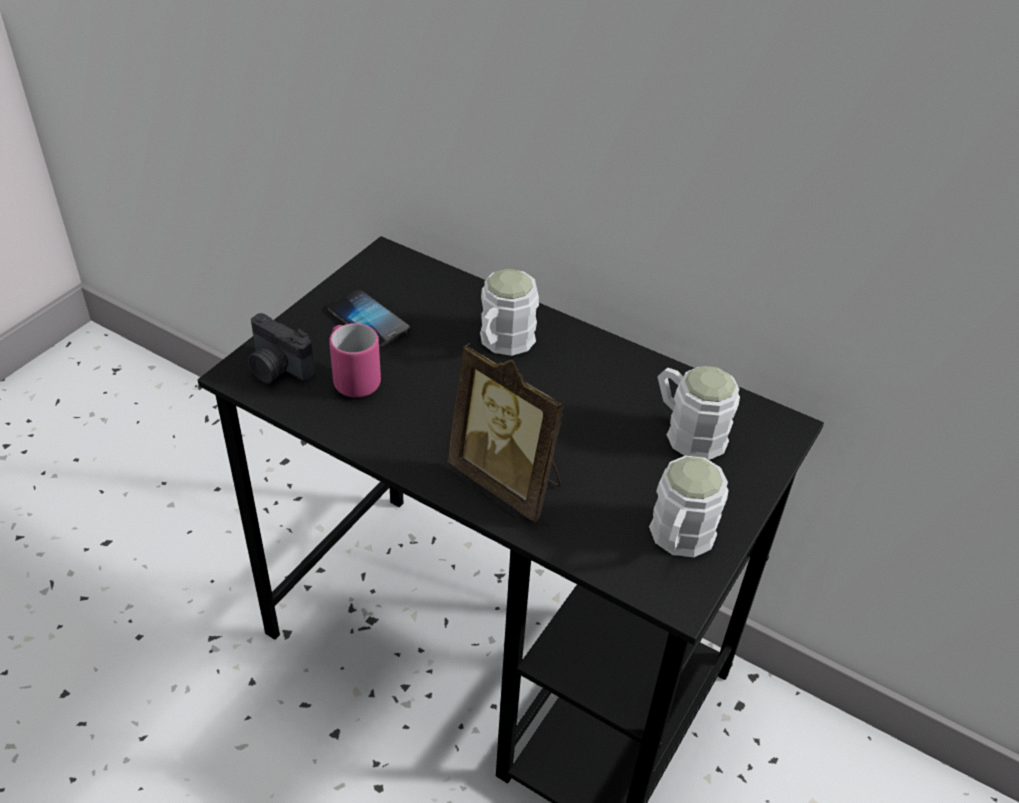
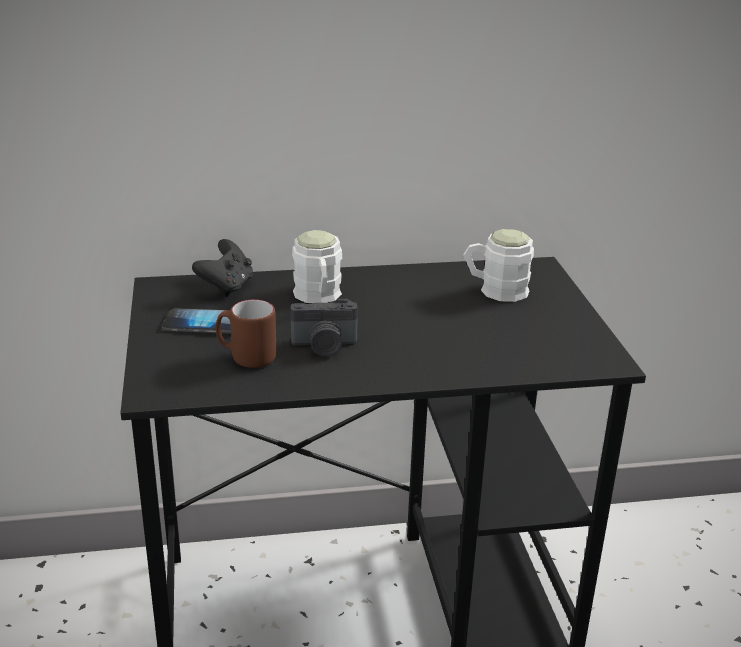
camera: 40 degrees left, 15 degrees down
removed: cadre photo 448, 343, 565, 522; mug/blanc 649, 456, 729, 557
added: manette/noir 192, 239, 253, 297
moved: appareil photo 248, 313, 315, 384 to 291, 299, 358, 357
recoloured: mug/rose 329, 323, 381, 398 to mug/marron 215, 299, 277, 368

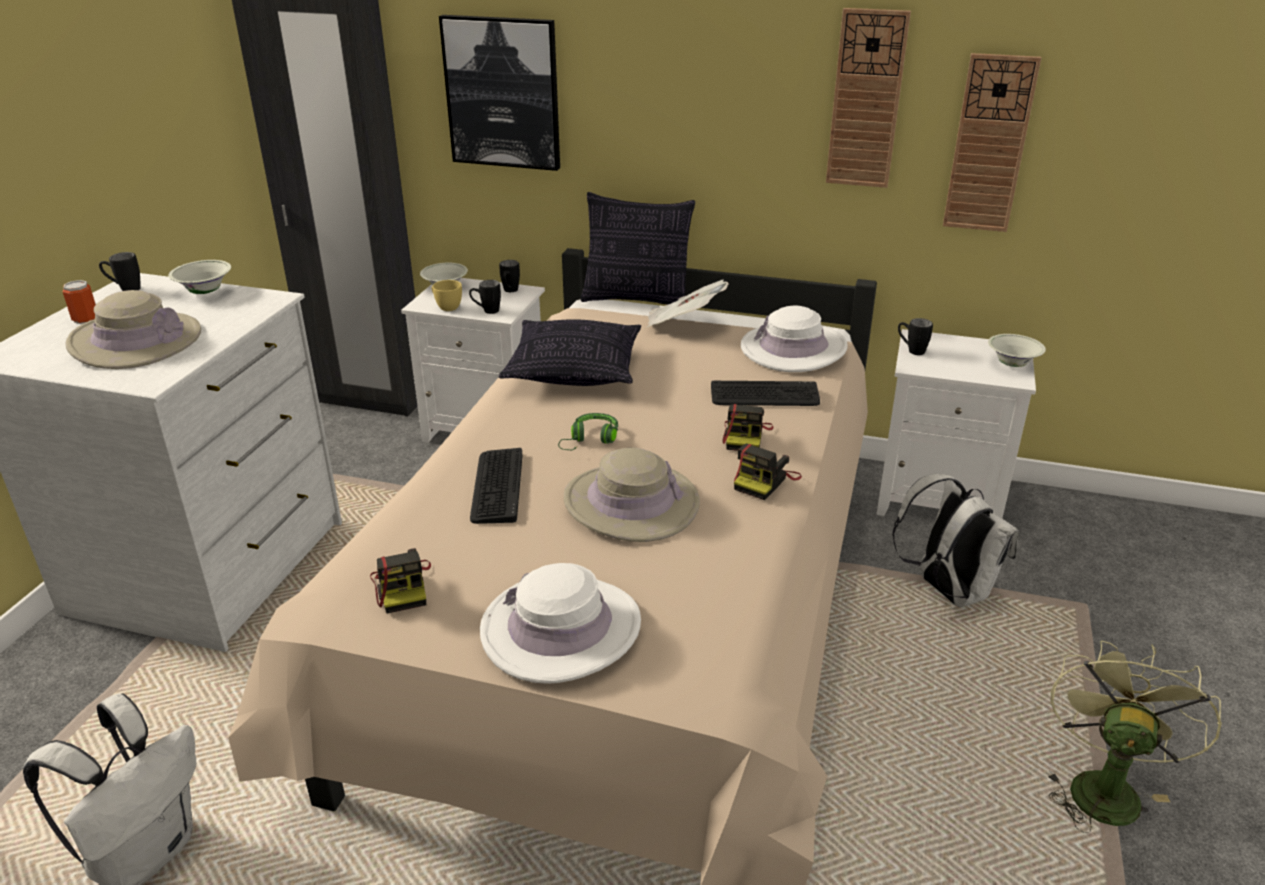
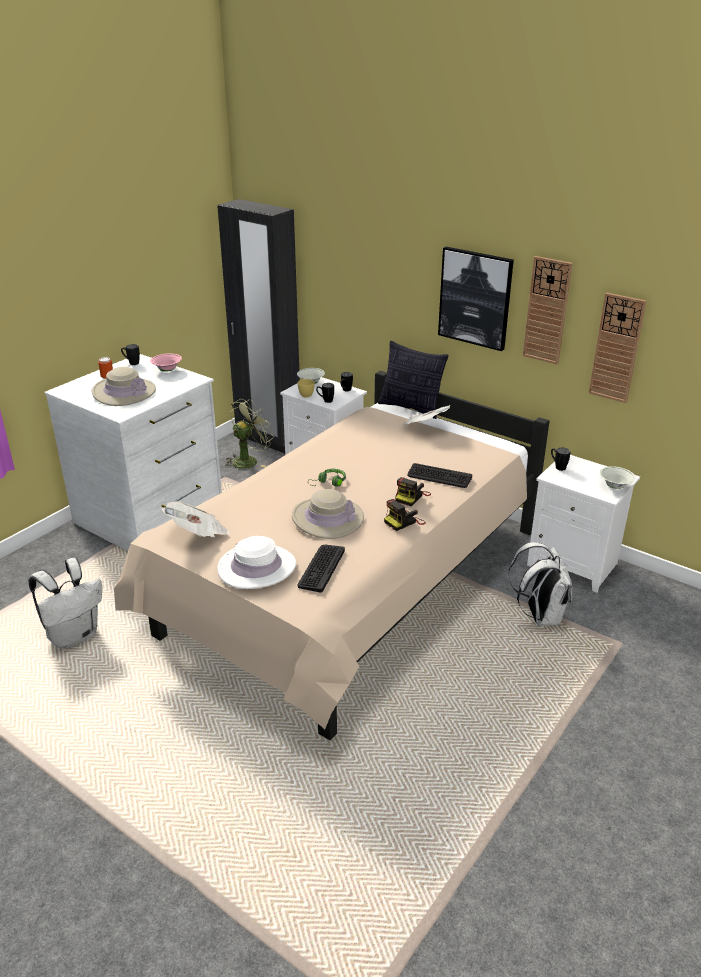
camera: 20 degrees right, 0 degrees up
removed: coussin 499, 319, 641, 386; chapeau/blanc 741, 306, 848, 372
moved: tableau 439, 15, 560, 171 to 438, 247, 514, 351; clavier 470, 448, 523, 524 to 297, 545, 345, 593; ventilateur/vert 1046, 641, 1222, 833 to 226, 399, 274, 469
replaced: appareil photo 370, 548, 431, 614 to journal 161, 501, 231, 537
recoloured: bol/blanc 168, 260, 231, 294 to bol/rose 150, 353, 182, 372

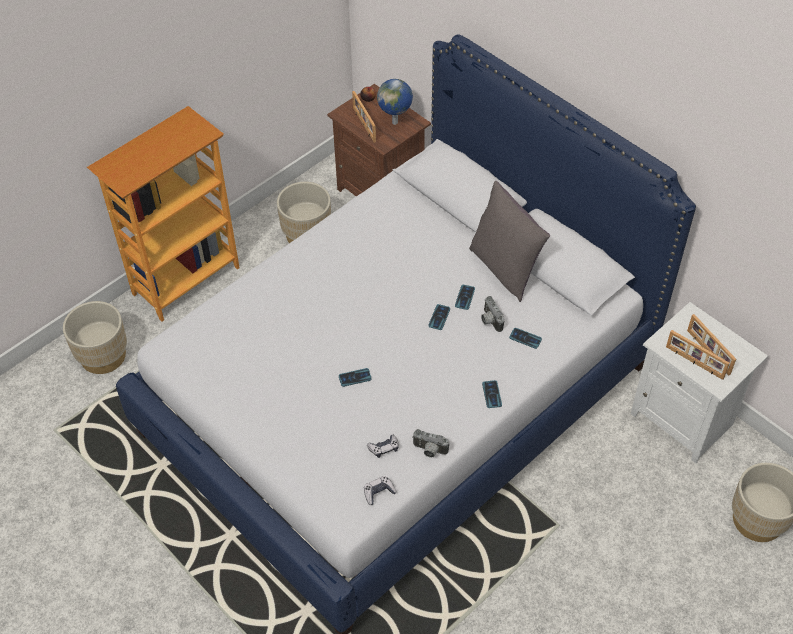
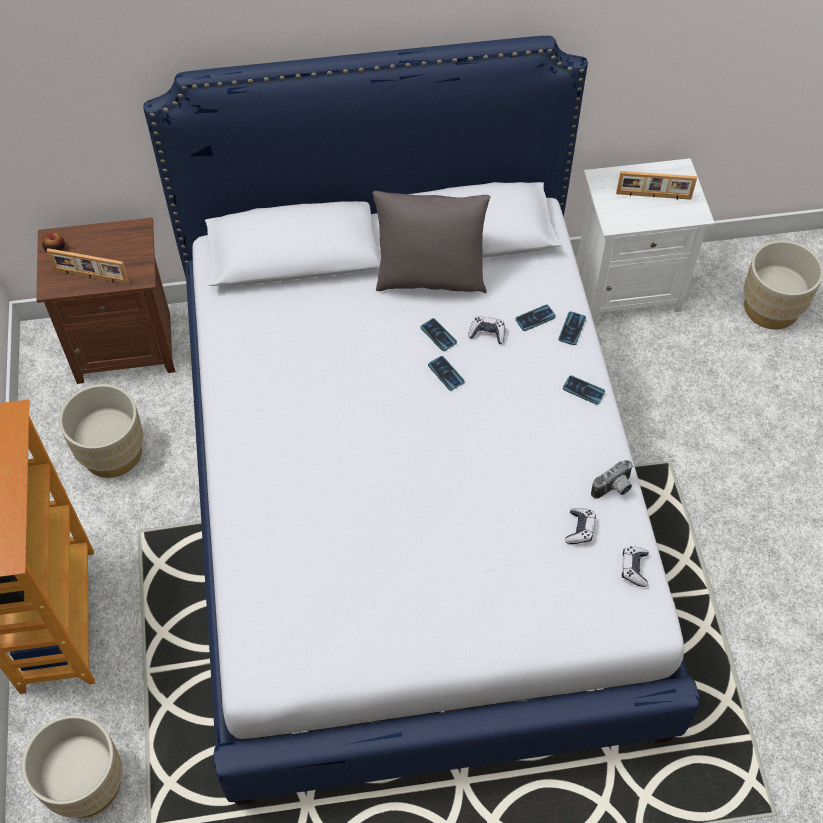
camera: 55 degrees left, 5 degrees up
removed: globe 377, 79, 413, 125; cadre photo 666, 330, 730, 380
moved: téléphone 339, 368, 372, 387 to 558, 311, 586, 345
replaced: appareil photo 481, 296, 505, 332 to manette 468, 316, 505, 344

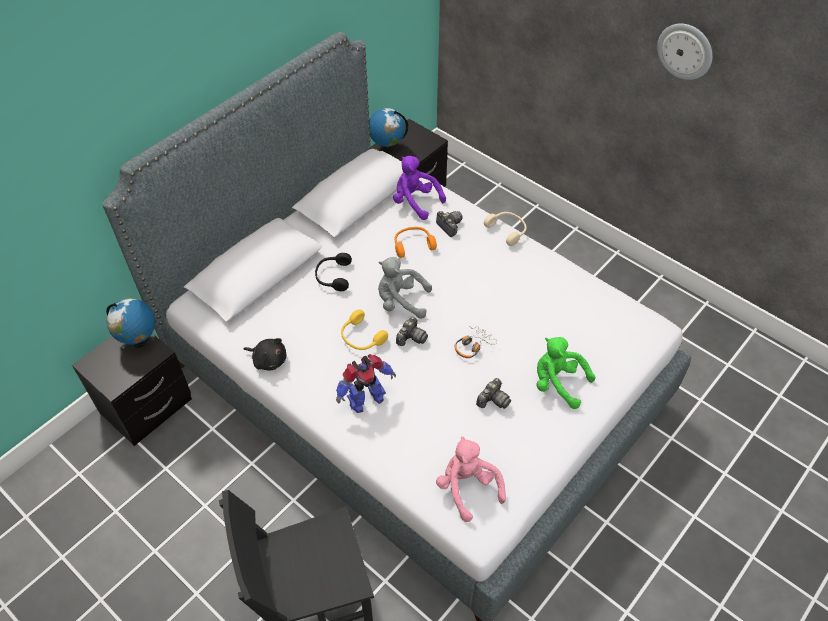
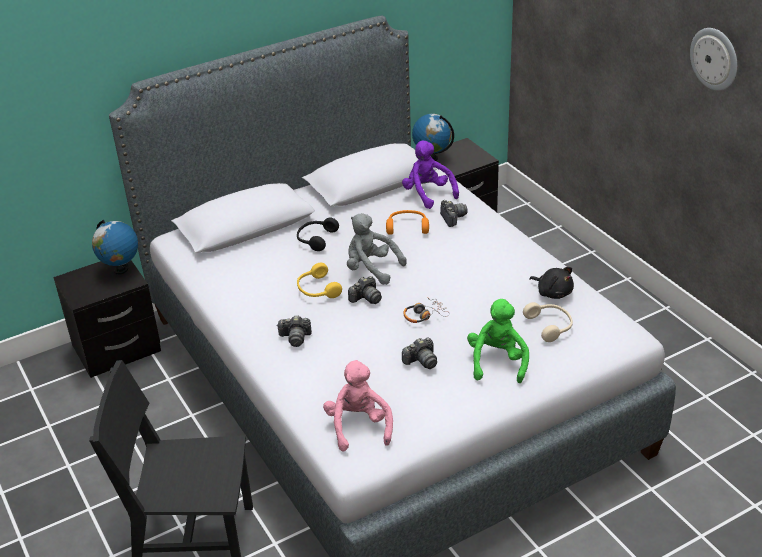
camera: 20 degrees right, 15 degrees down
moved: peluche/noir 244, 338, 286, 371 to 529, 267, 574, 299; casque audio/beige 484, 212, 527, 246 to 523, 302, 573, 342
replaced: robot jouet 336, 354, 396, 413 to appareil photo 276, 316, 312, 347
turned: peluche/vert 536, 337, 596, 409 = 467, 299, 529, 383 45 degrees clockwise

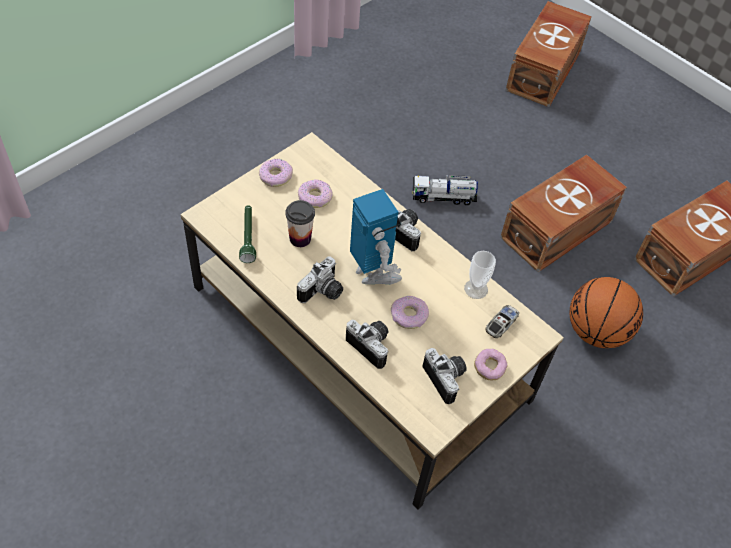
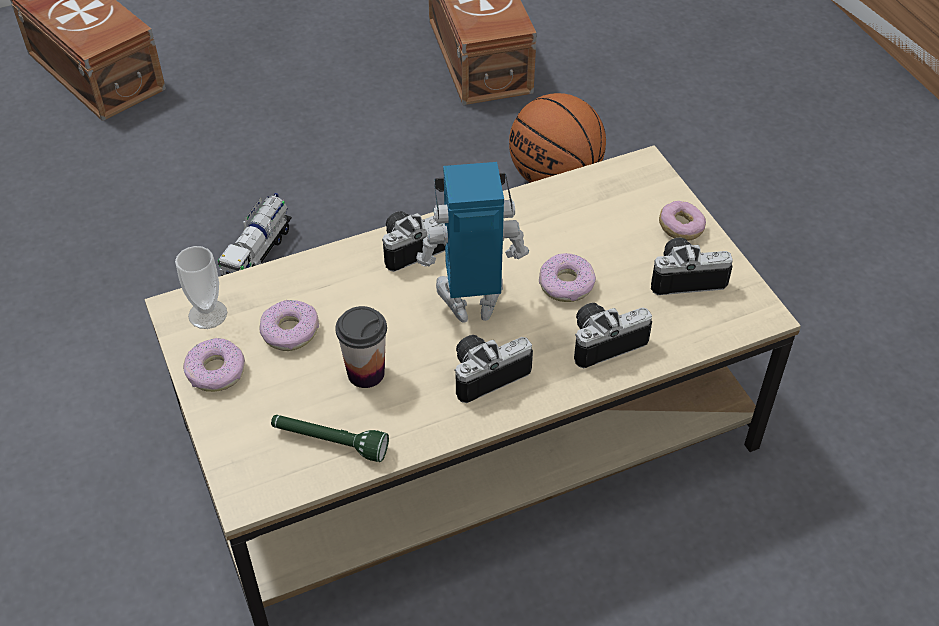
camera: 65 degrees left, 5 degrees down
removed: petite voiture 486, 305, 519, 338; boîte de rangement/marron 500, 155, 627, 272
moved: tasse 464, 251, 496, 299 to 175, 246, 228, 329
turned: appareil photo 297, 257, 343, 303 = 454, 335, 533, 403 90 degrees counterclockwise

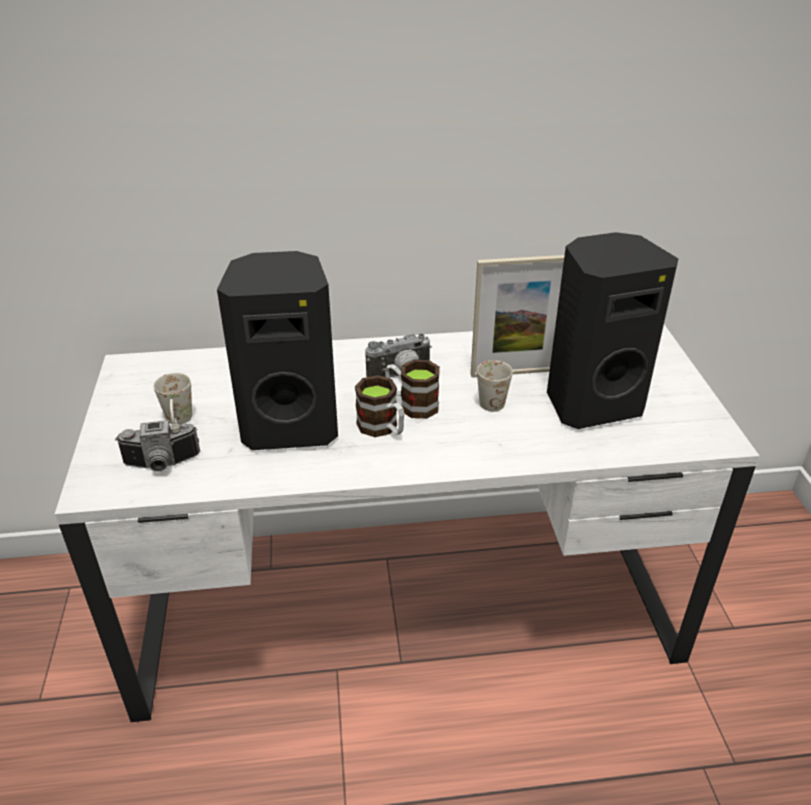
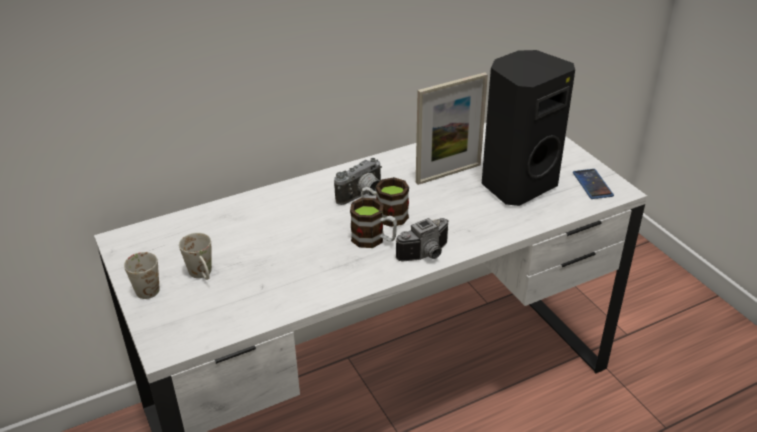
camera: 20 degrees left, 0 degrees up
removed: enceinte/noir 217, 251, 338, 450
added: téléphone 573, 169, 614, 199
moved: appareil photo 116, 420, 200, 472 to 396, 218, 449, 262; mug/blanc 477, 360, 513, 411 to 124, 252, 160, 299

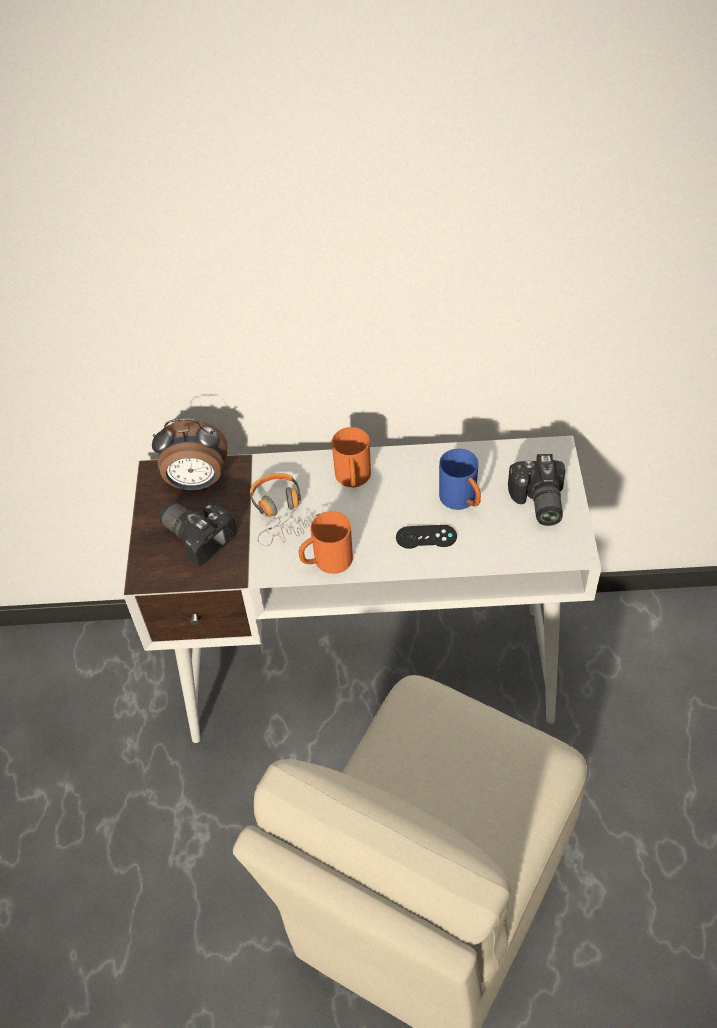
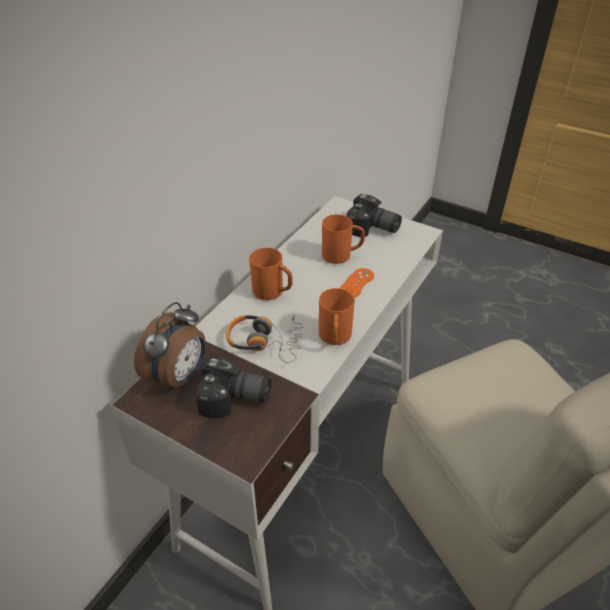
camera: 60 degrees left, 10 degrees down
recoloured: manette/noir 396, 525, 457, 549 to manette/orange 340, 268, 374, 297; mug/bleu 439, 449, 481, 510 to mug/orange 322, 214, 365, 264
turned: appareil photo 159, 502, 237, 566 = 196, 356, 272, 418 150 degrees counterclockwise

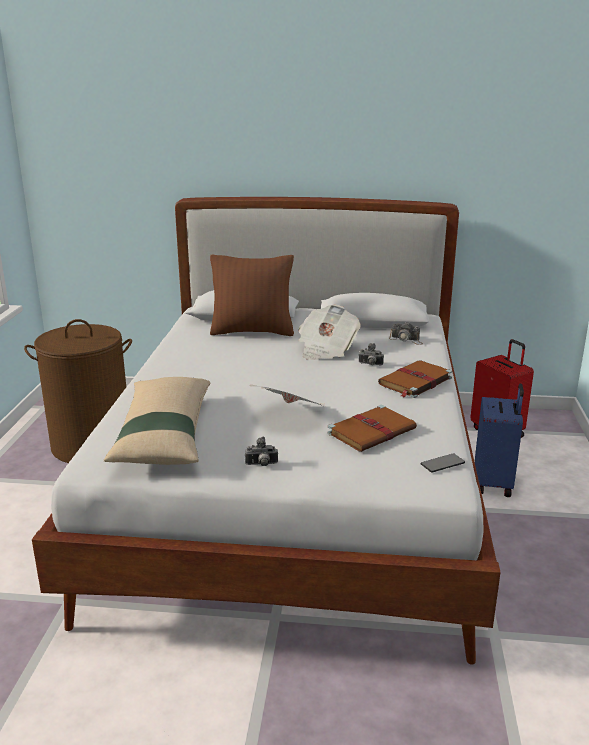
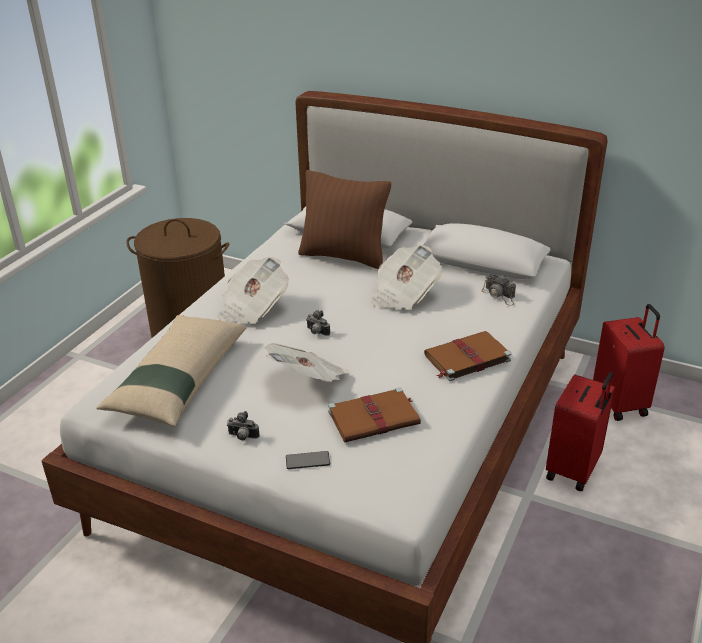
camera: 20 degrees right, 10 degrees up
added: journal 218, 257, 289, 325
moved: appareil photo 358, 343, 384, 366 to 306, 310, 330, 336; téléphone 421, 453, 465, 473 to 286, 451, 330, 469
recoloured: valise/bleu 475, 383, 524, 497 to valise/rouge 546, 372, 615, 491

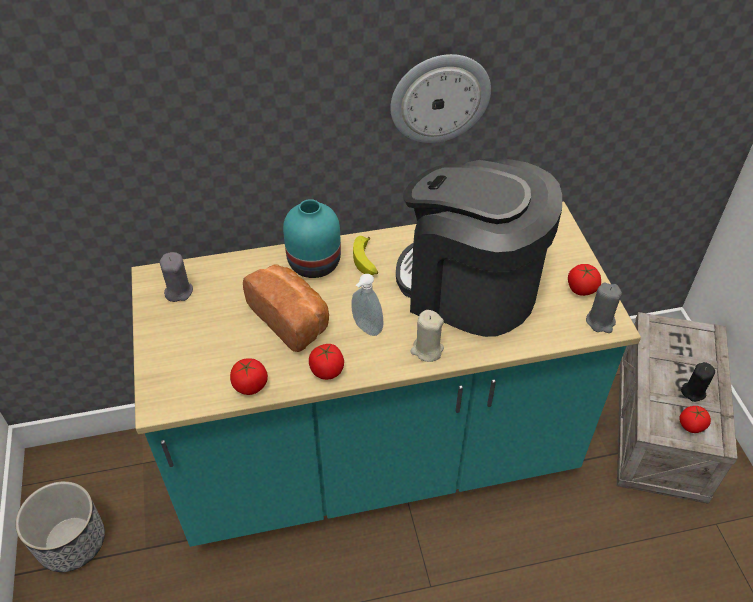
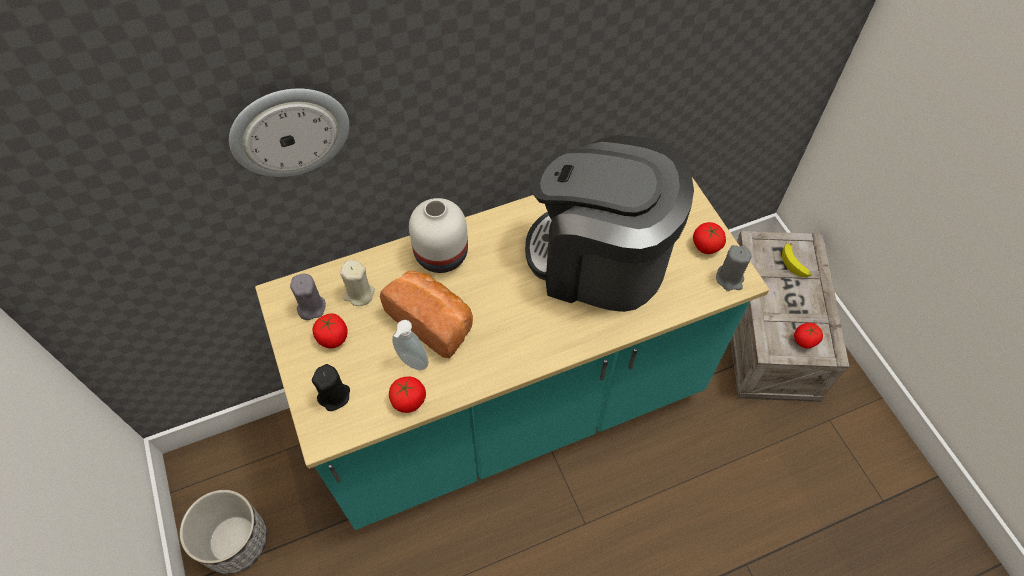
camera: 10 degrees left, 10 degrees up
moved: tomate 309, 344, 344, 380 to 313, 313, 348, 348; distributeur de savon 351, 274, 383, 336 to 392, 320, 429, 371; banane 353, 236, 378, 275 to 782, 243, 812, 277; horloge murale 390, 54, 491, 143 to 229, 88, 349, 177; bougie/beige 410, 310, 444, 362 to 340, 260, 375, 306; bougie/noir 681, 362, 715, 402 to 312, 364, 350, 411
recoloured: vase/turquoise 283, 199, 341, 278 to vase/blanc 409, 198, 468, 273

